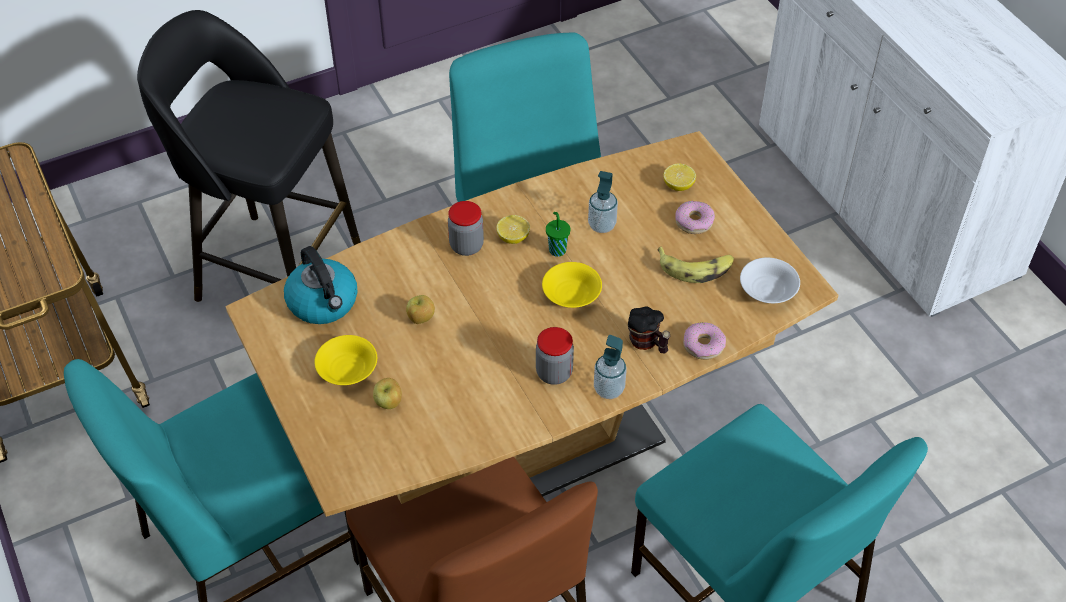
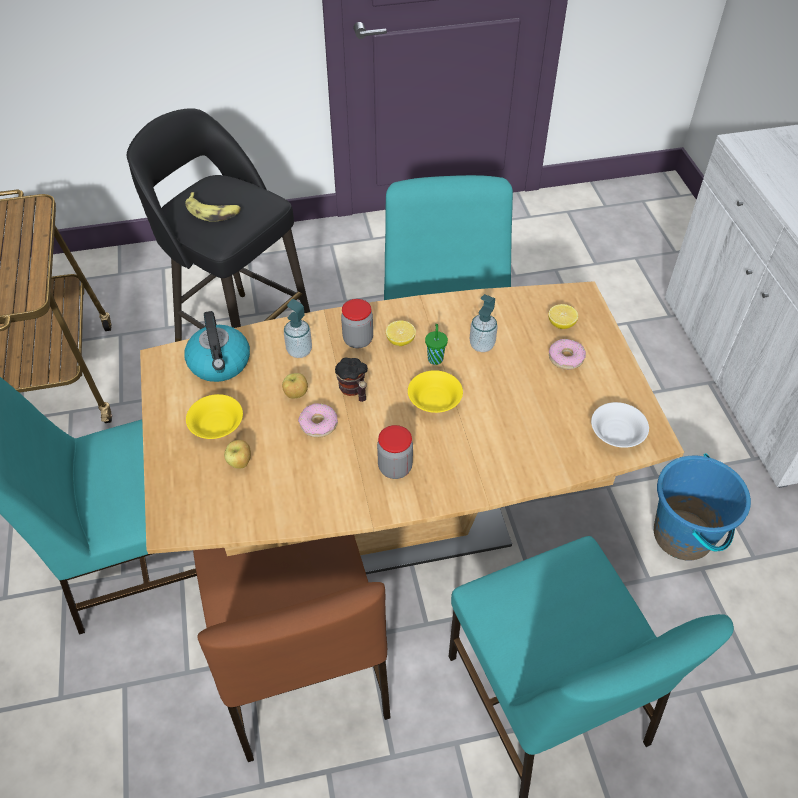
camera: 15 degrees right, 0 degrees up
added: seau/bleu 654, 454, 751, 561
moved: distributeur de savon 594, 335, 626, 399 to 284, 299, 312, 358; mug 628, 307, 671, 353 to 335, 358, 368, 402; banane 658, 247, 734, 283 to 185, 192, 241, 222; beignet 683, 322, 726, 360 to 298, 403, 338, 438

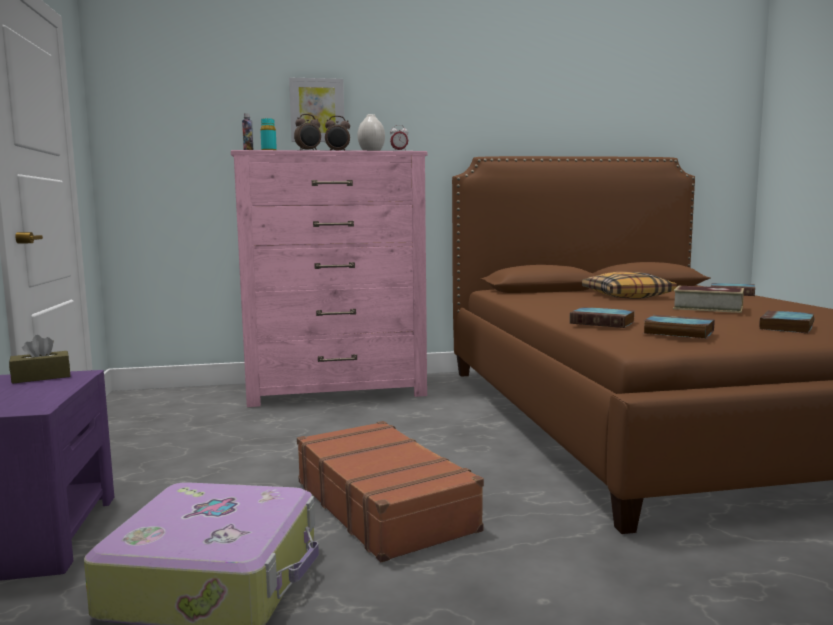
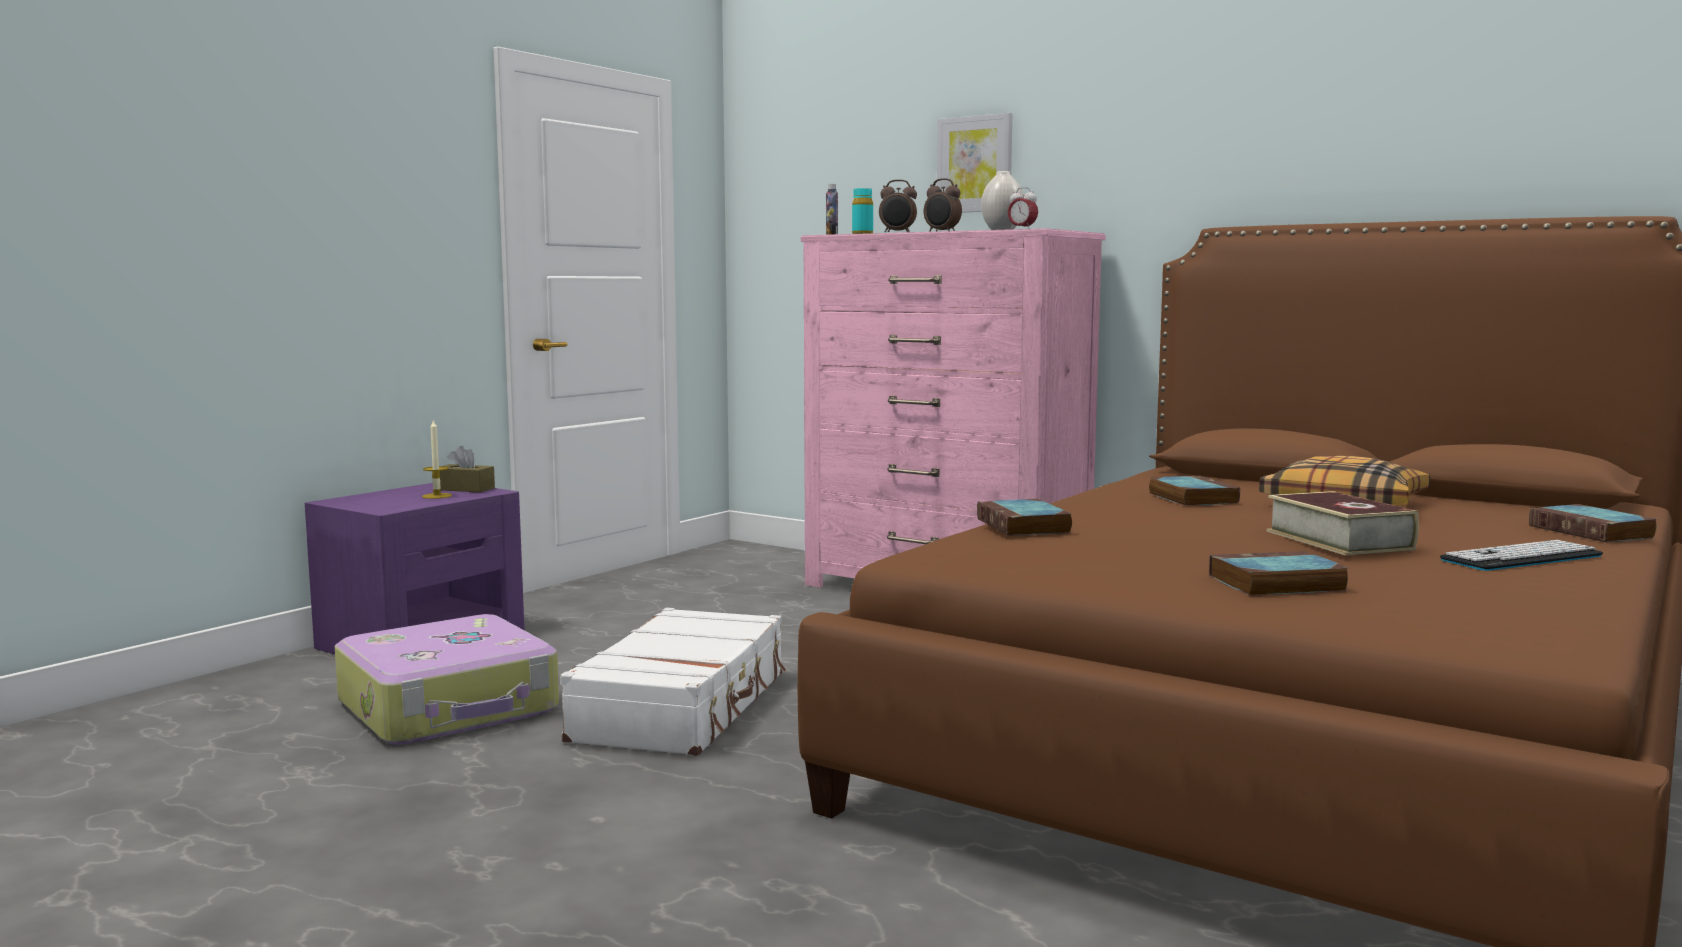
camera: 45 degrees right, 0 degrees up
added: bougie 422, 419, 452, 499; clavier 1440, 540, 1603, 571
moved: livre 643, 315, 715, 339 to 1149, 476, 1240, 506
recoloured: valise/marron 297, 421, 484, 562 to valise/blanc 560, 608, 786, 756

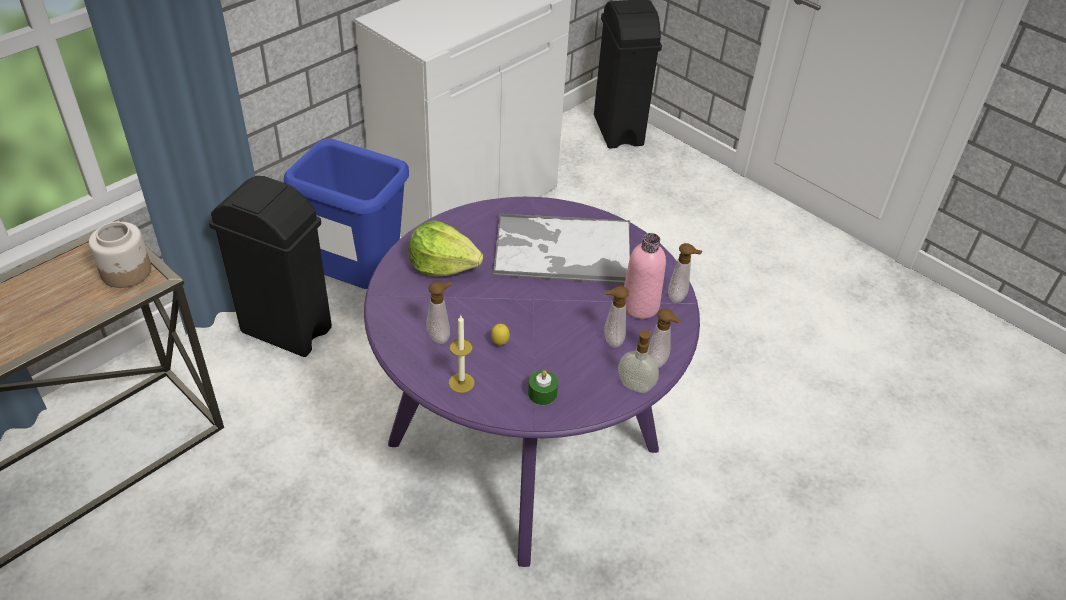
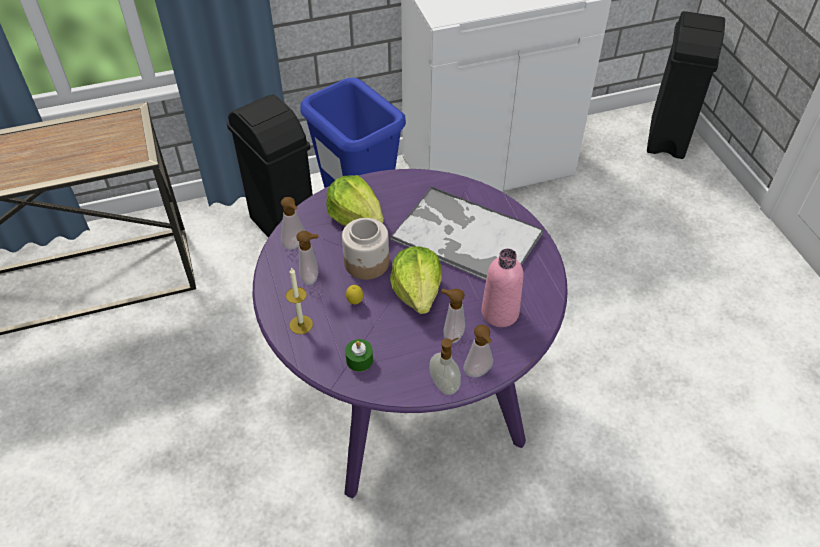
camera: 30 degrees right, 5 degrees up
added: laitue 390, 246, 442, 314
moved: bocal 89, 222, 151, 288 to 342, 218, 389, 280; distributeur de savon 668, 243, 702, 303 to 281, 197, 305, 249

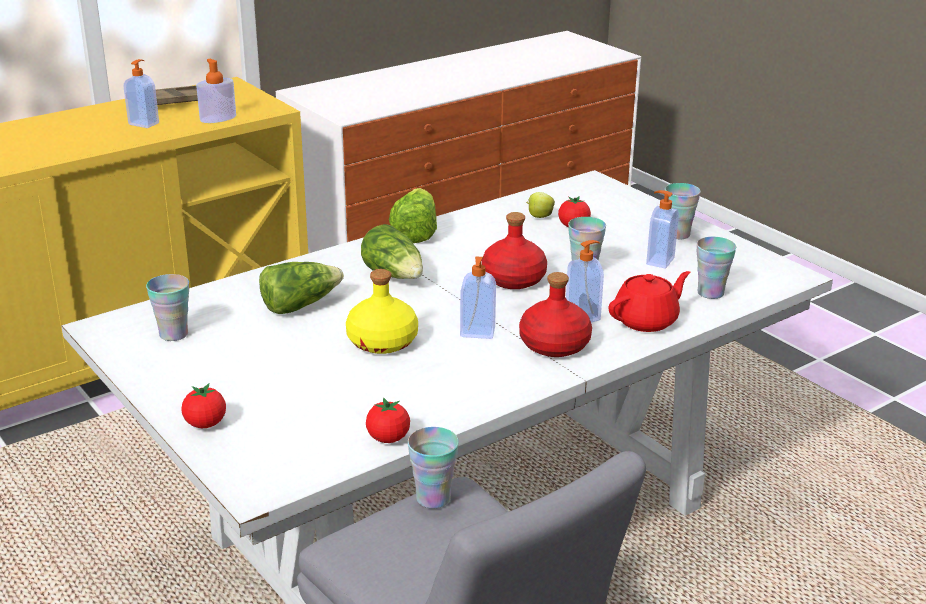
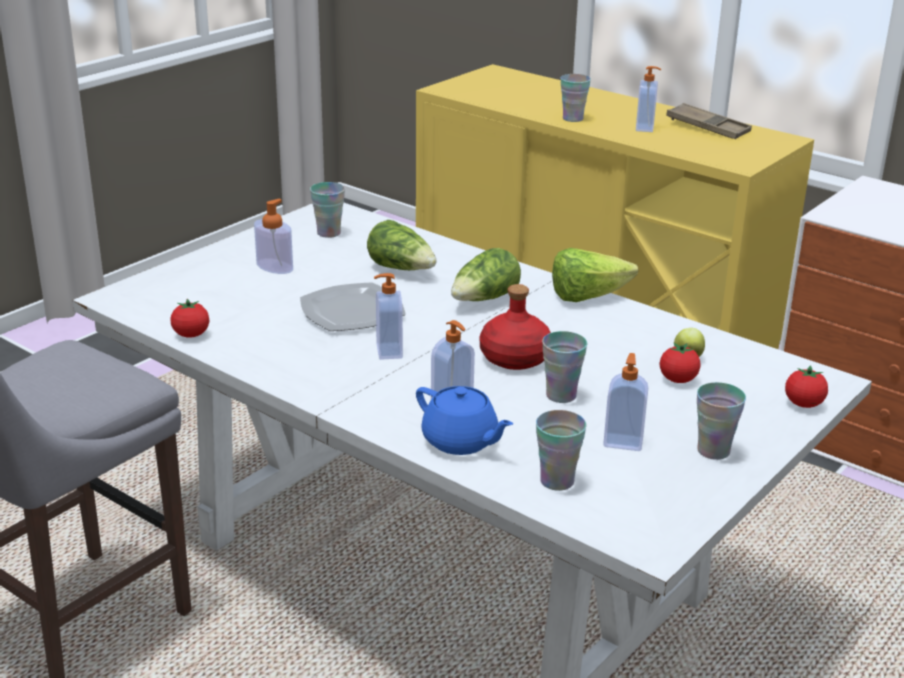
camera: 75 degrees right, 0 degrees up
removed: bouteille/rouge 519, 272, 592, 357
moved: tomate 181, 383, 226, 428 to 785, 365, 828, 408; distributeur de savon 196, 59, 236, 123 to 254, 199, 293, 274; tasse 408, 427, 459, 509 to 561, 74, 591, 122
replaced: bouteille/jaune 346, 269, 418, 354 to assiette 300, 282, 406, 331
recoloured: théière/rouge 609, 271, 690, 332 to théière/bleu 416, 386, 513, 455

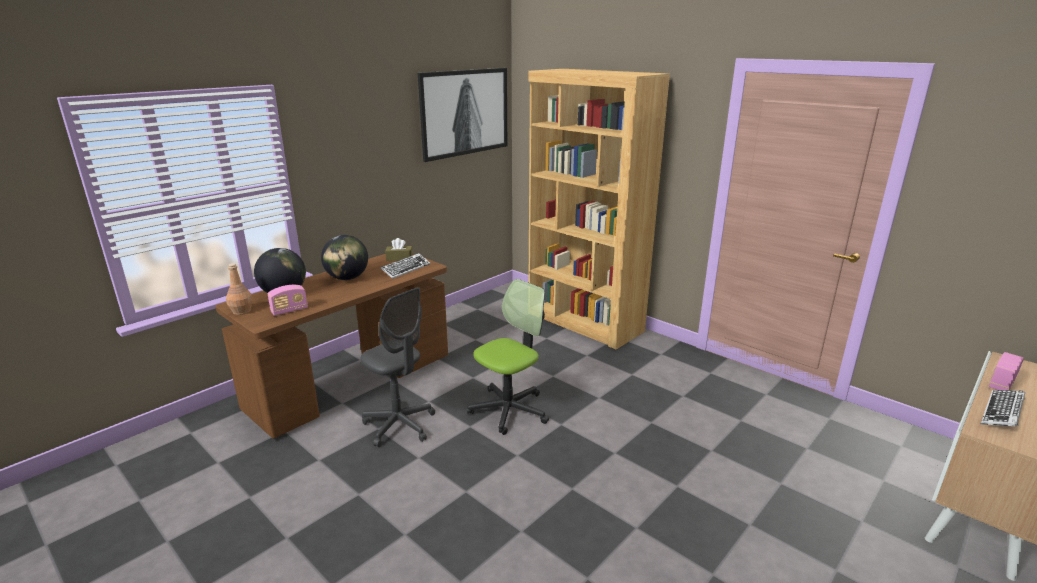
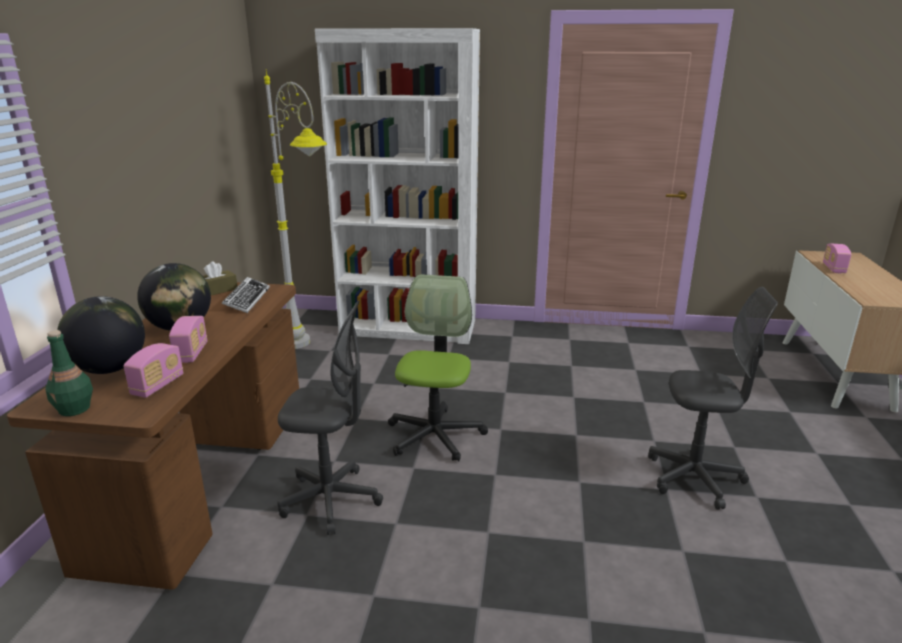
camera: 35 degrees left, 0 degrees up
removed: tableau 418, 68, 507, 162; clavier 981, 390, 1025, 426
added: radio 169, 316, 207, 363; lampadaire/gris 264, 69, 327, 349; chaise de bureau/gris 648, 287, 778, 510
recoloured: bouteille/marron 226, 263, 253, 315 to bouteille/vert 45, 330, 93, 416; bibliothèque/marron 528, 69, 670, 350 to bibliothèque/blanc 315, 28, 480, 344

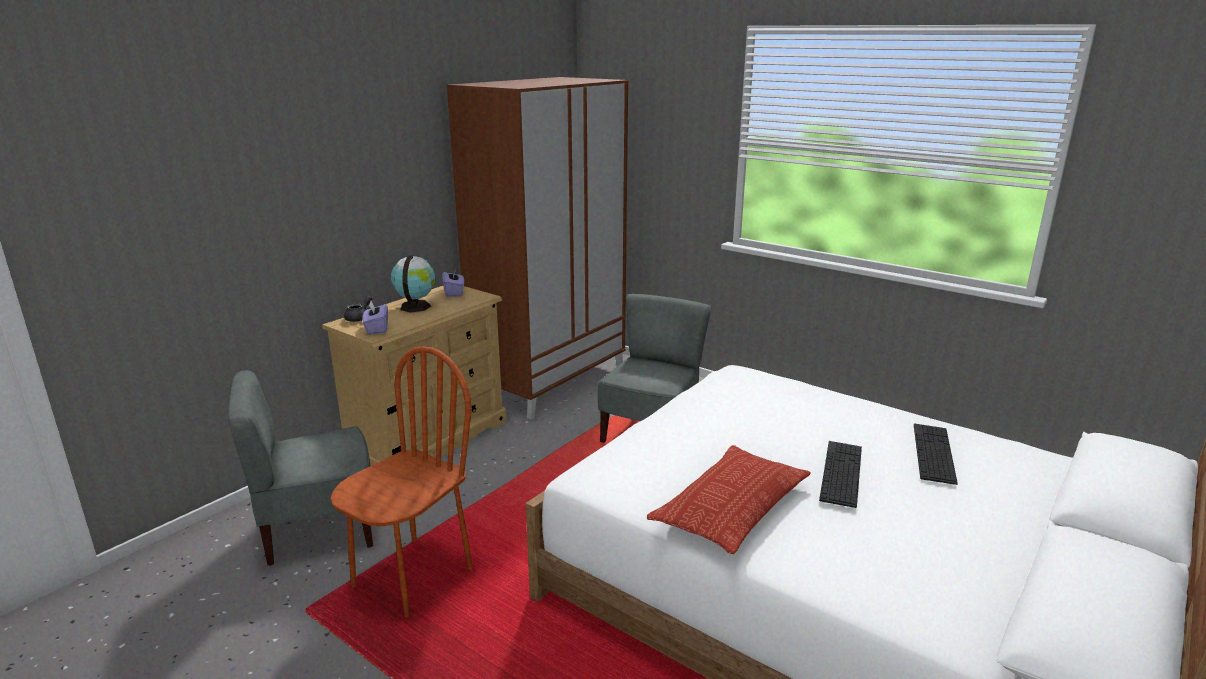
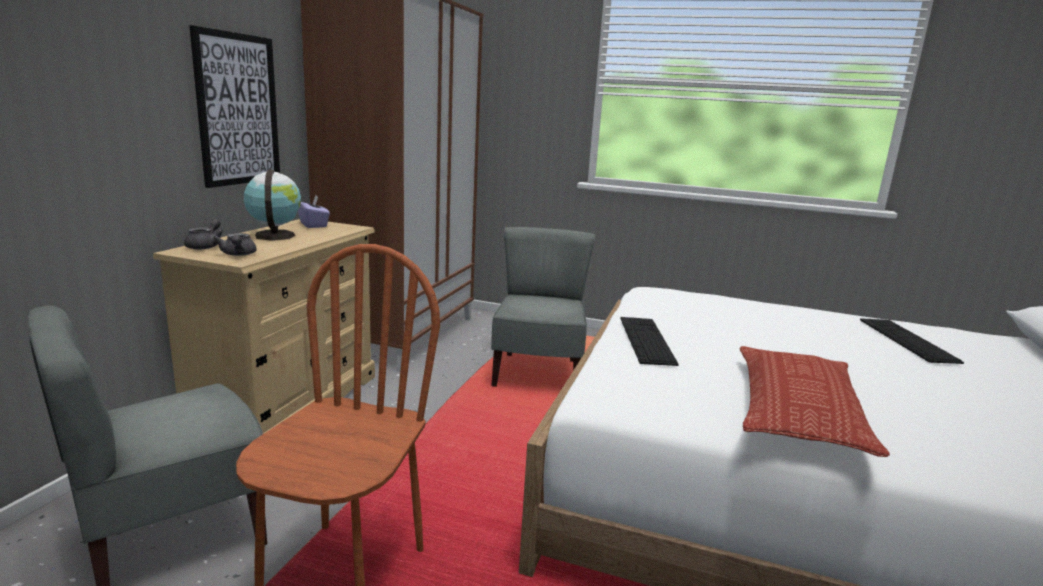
camera: 20 degrees left, 5 degrees down
added: tableau 189, 25, 280, 188
moved: clavier 819, 441, 862, 508 to 620, 317, 679, 366
replaced: boîte à mouchoirs/violet 362, 301, 388, 334 to théière/gris 213, 233, 256, 256

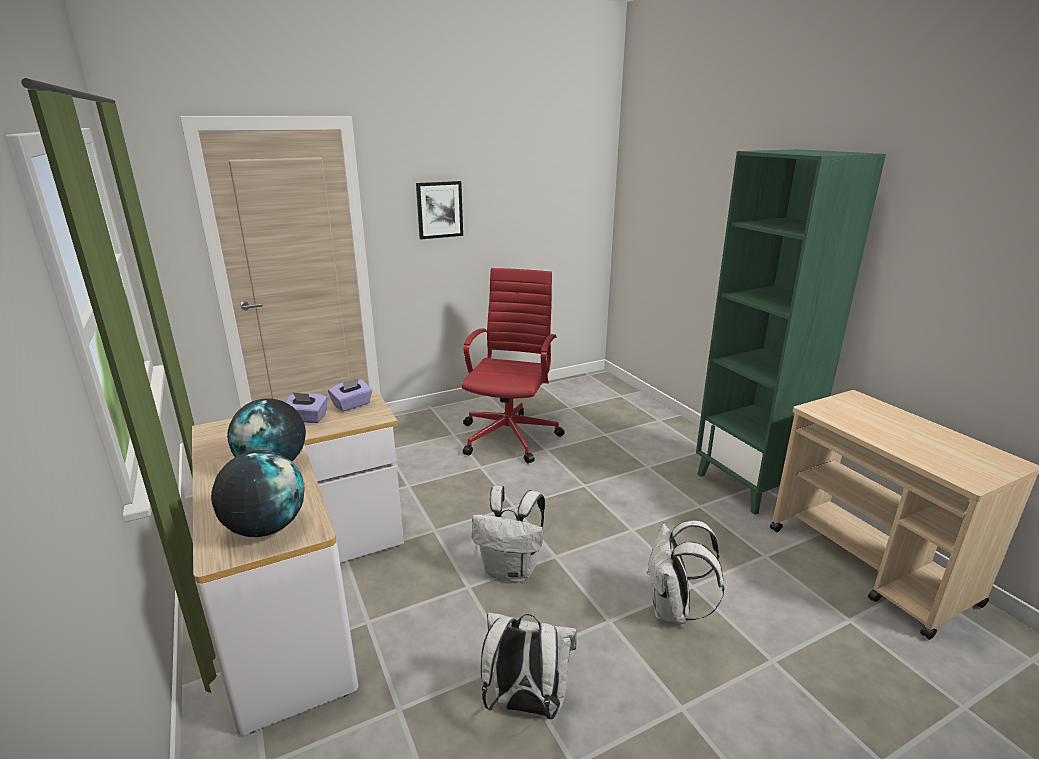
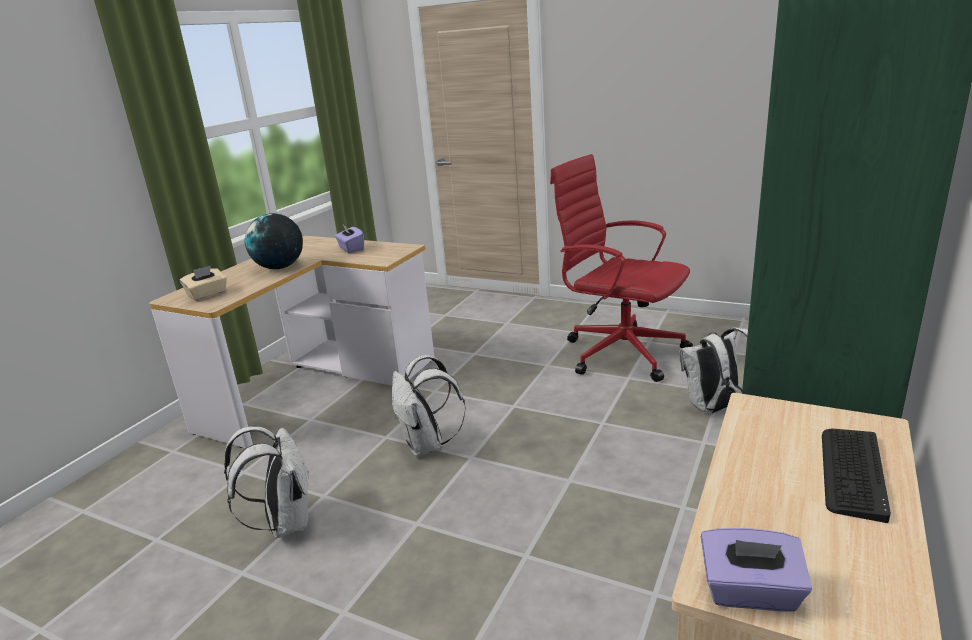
camera: 55 degrees right, 0 degrees up
removed: tableau 416, 181, 463, 239
added: clavier 822, 428, 891, 523
moved: boîte à mouchoirs/violet 328, 378, 372, 412 to 701, 528, 812, 612; sac à dos/blanc 647, 521, 725, 624 to 679, 327, 748, 414
replaced: globe 211, 450, 305, 537 to boîte à mouchoirs/beige 180, 266, 227, 301
turned: chaise de bureau/rouge 462, 268, 565, 463 = 550, 154, 693, 382 120 degrees counterclockwise

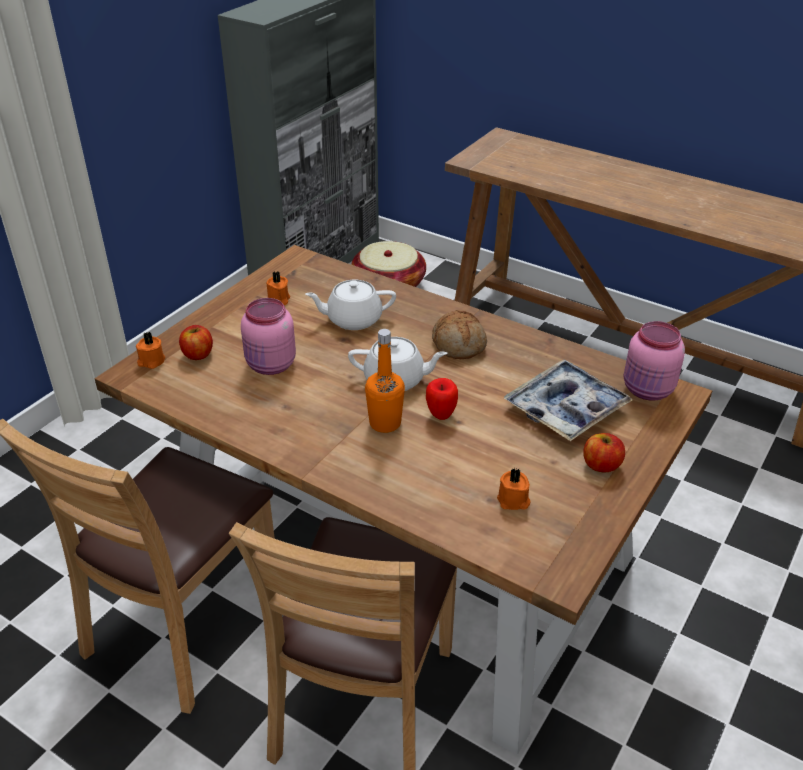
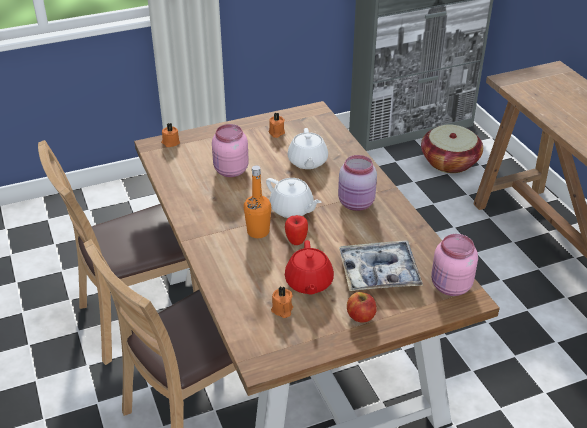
camera: 35 degrees right, 0 degrees up
removed: pomme 179, 325, 213, 360
added: théière/rouge 285, 240, 334, 295
replaced: pain 432, 310, 487, 359 to bocal/rose 338, 155, 377, 211
turned: théière/blanc 305, 280, 396, 330 = 287, 128, 328, 169 120 degrees counterclockwise

